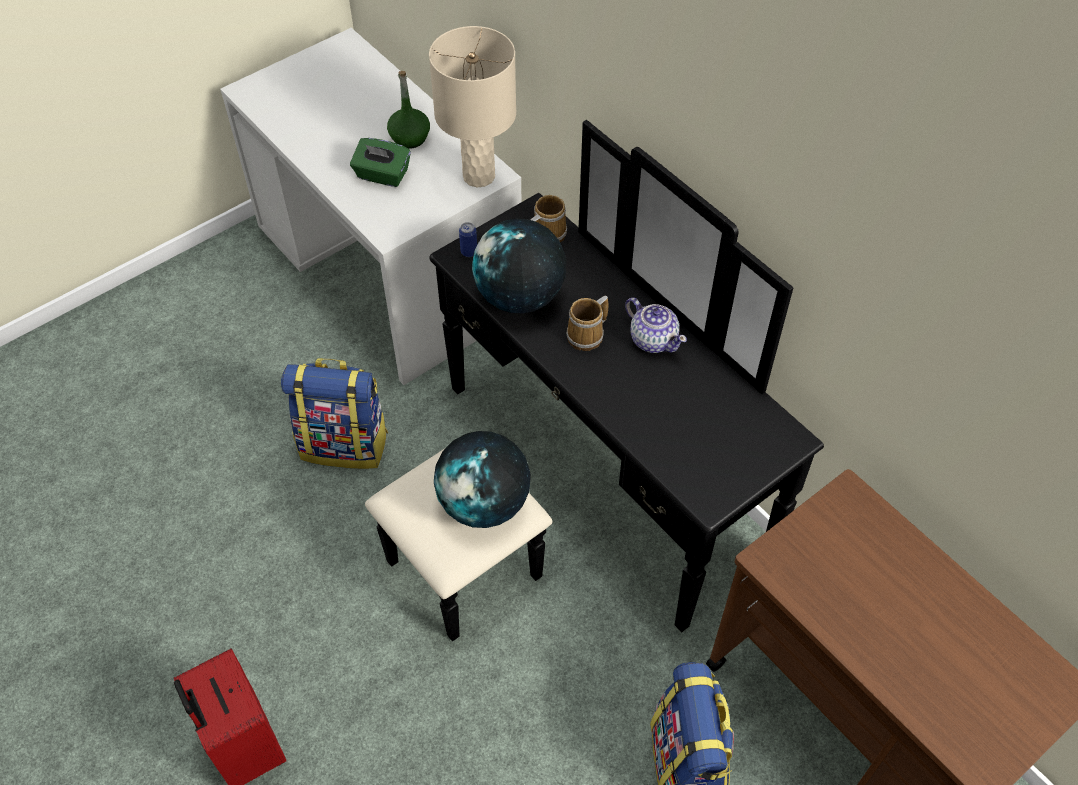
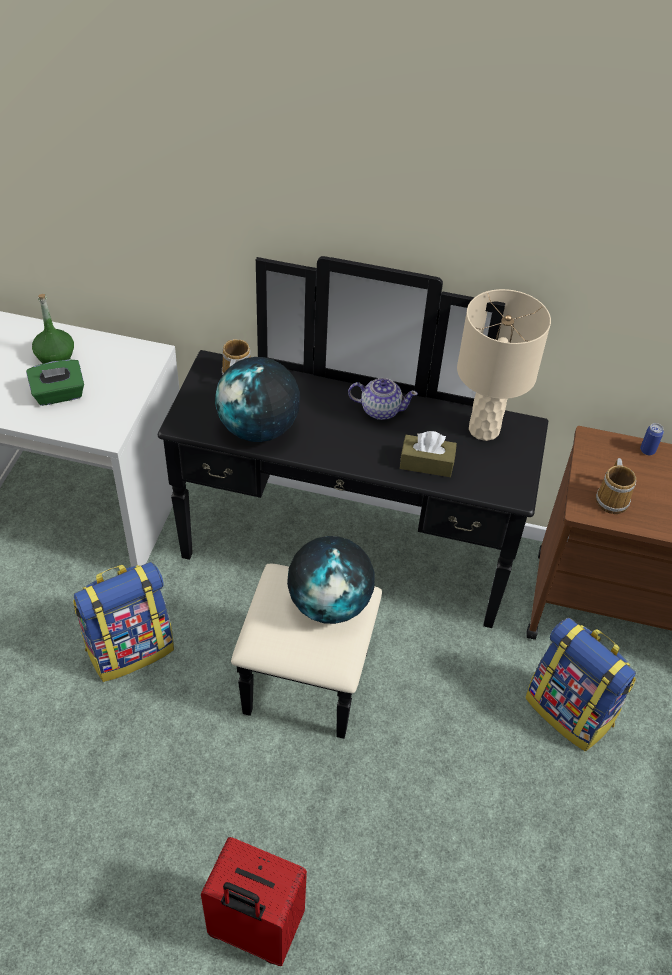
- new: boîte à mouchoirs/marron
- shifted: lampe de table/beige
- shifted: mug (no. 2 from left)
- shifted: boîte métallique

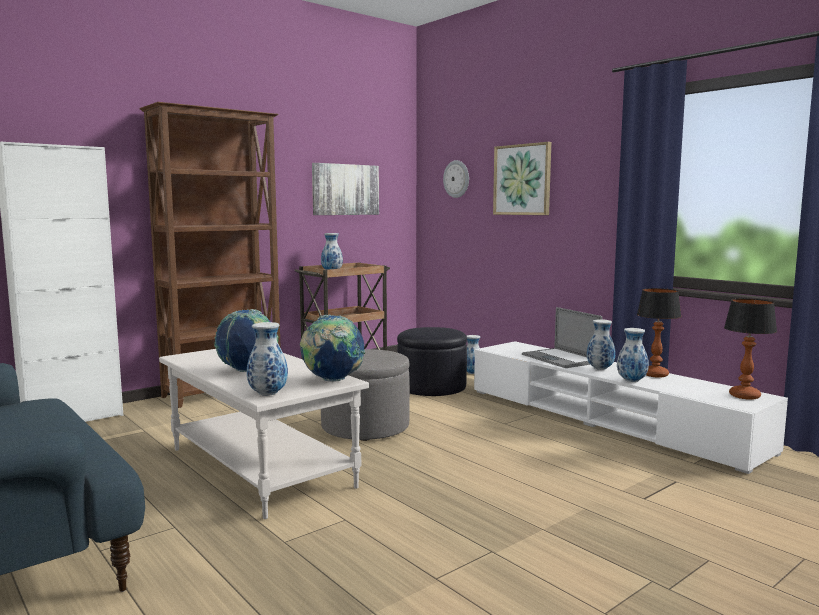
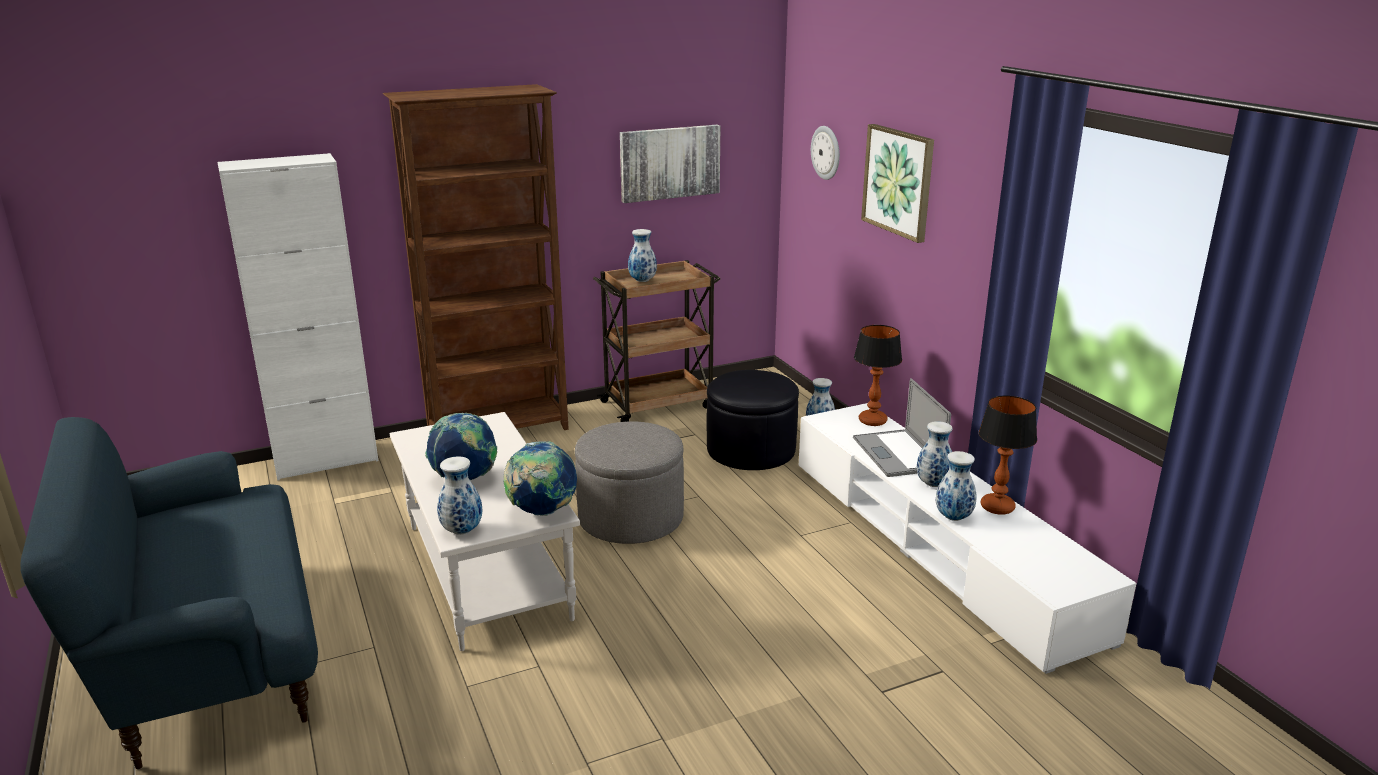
- shifted: lampe de table (no. 2 from left in the first image) to lampe de table (no. 1 from left)

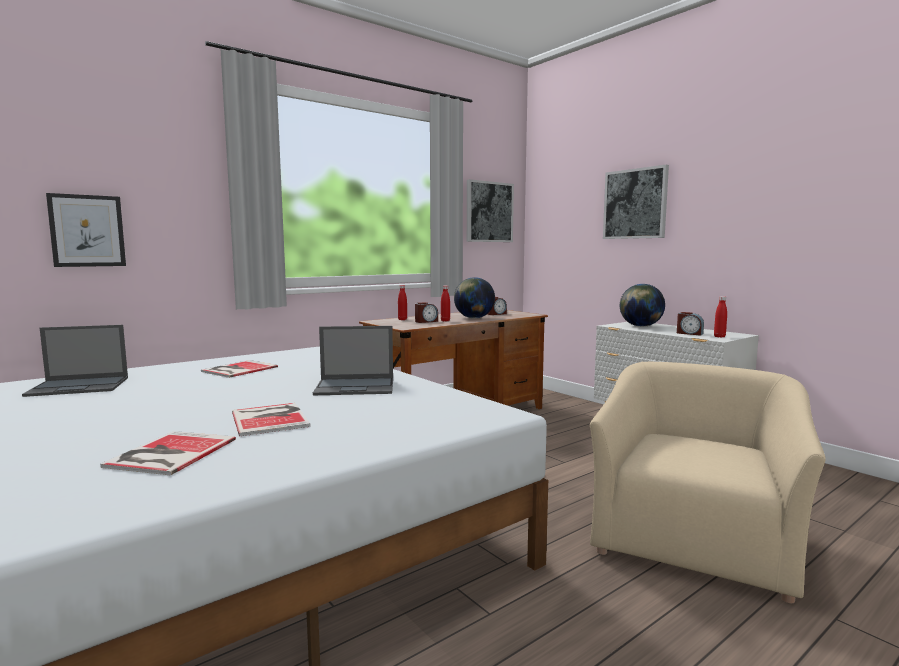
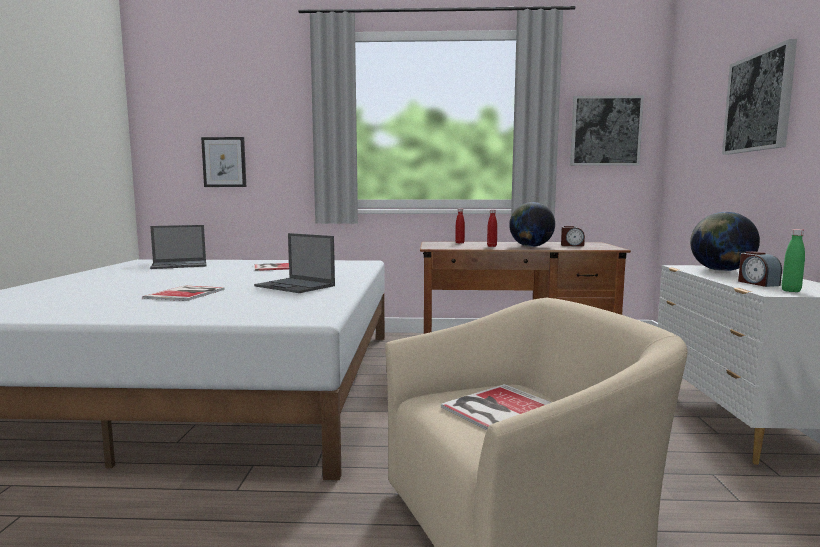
- rotated: ordinateur portable (no. 1 from left) 45 degrees counterclockwise
- shifted: livre (no. 1 from left in the first image) to livre (no. 3 from left)
- repainted: bouteille/rouge (no. 3 from left) to bouteille/vert
- gone: réveil (no. 1 from left)

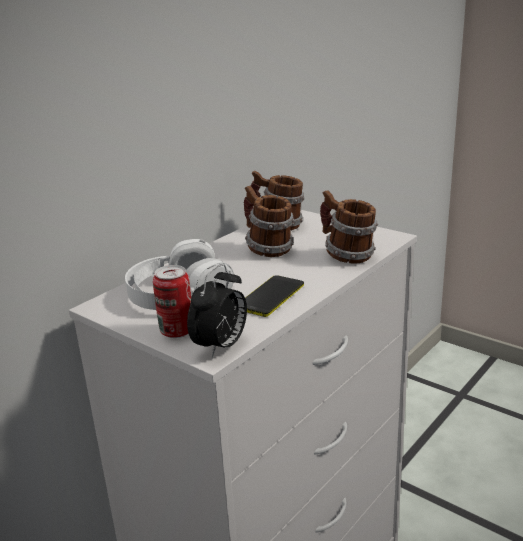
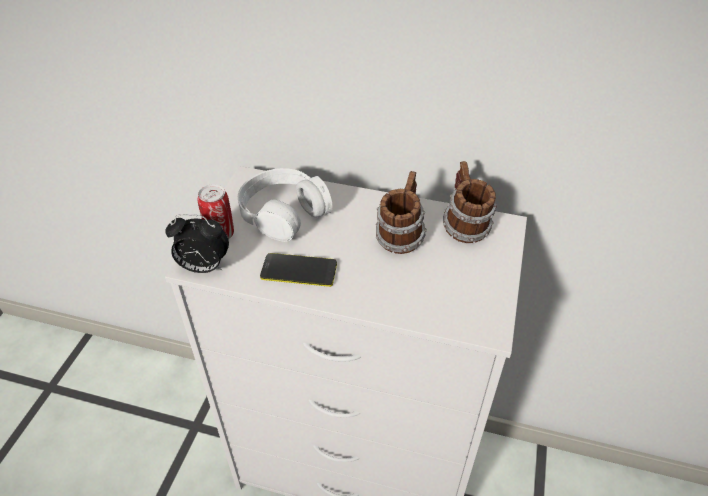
- gone: mug (no. 3 from left)

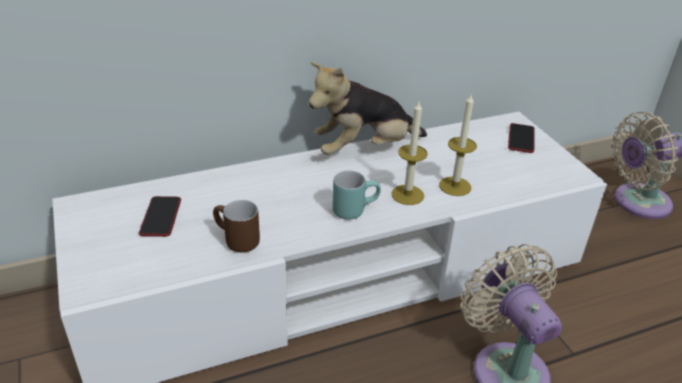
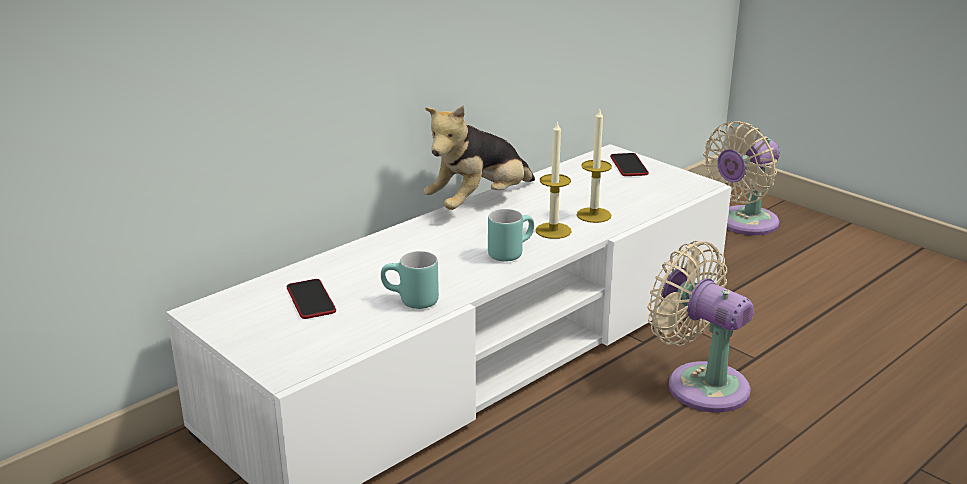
- repainted: mug/marron to mug/turquoise (no. 1 from left)

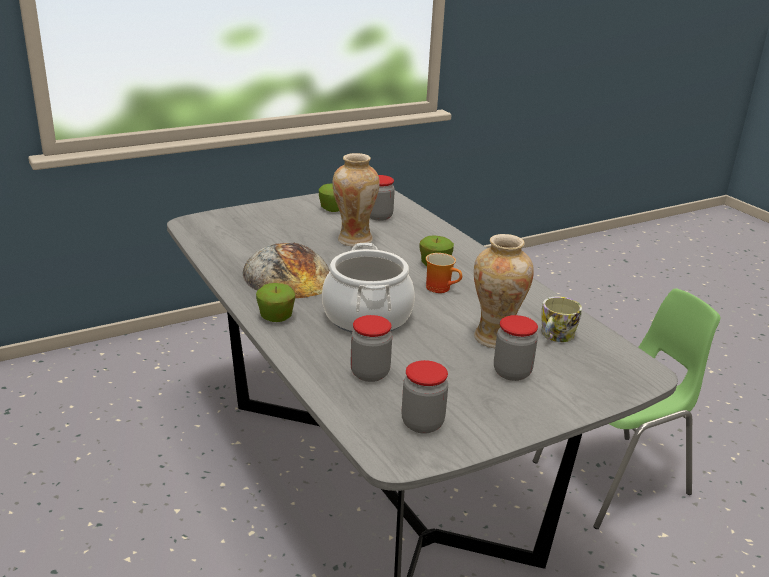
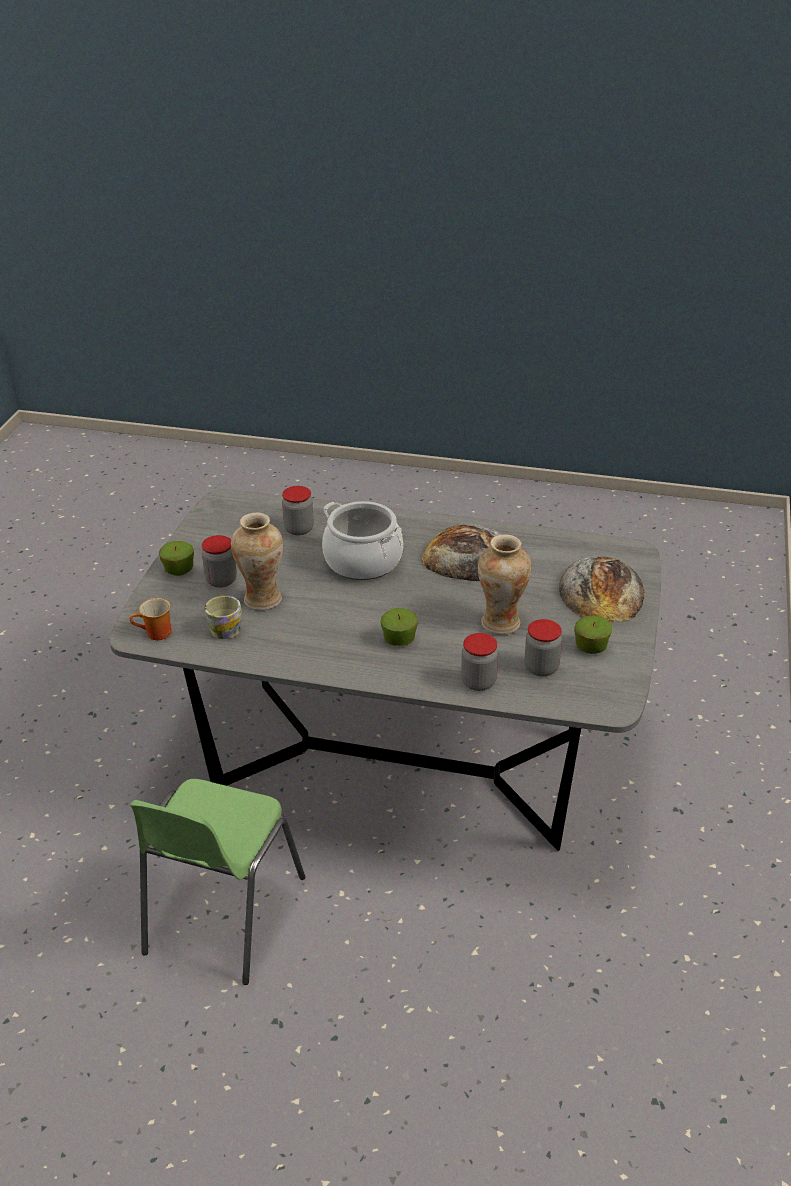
- shifted: mug (no. 1 from left)
- shifted: pomme (no. 1 from left)
- shifted: bocal (no. 3 from left)
- new: pain (no. 2 from left)

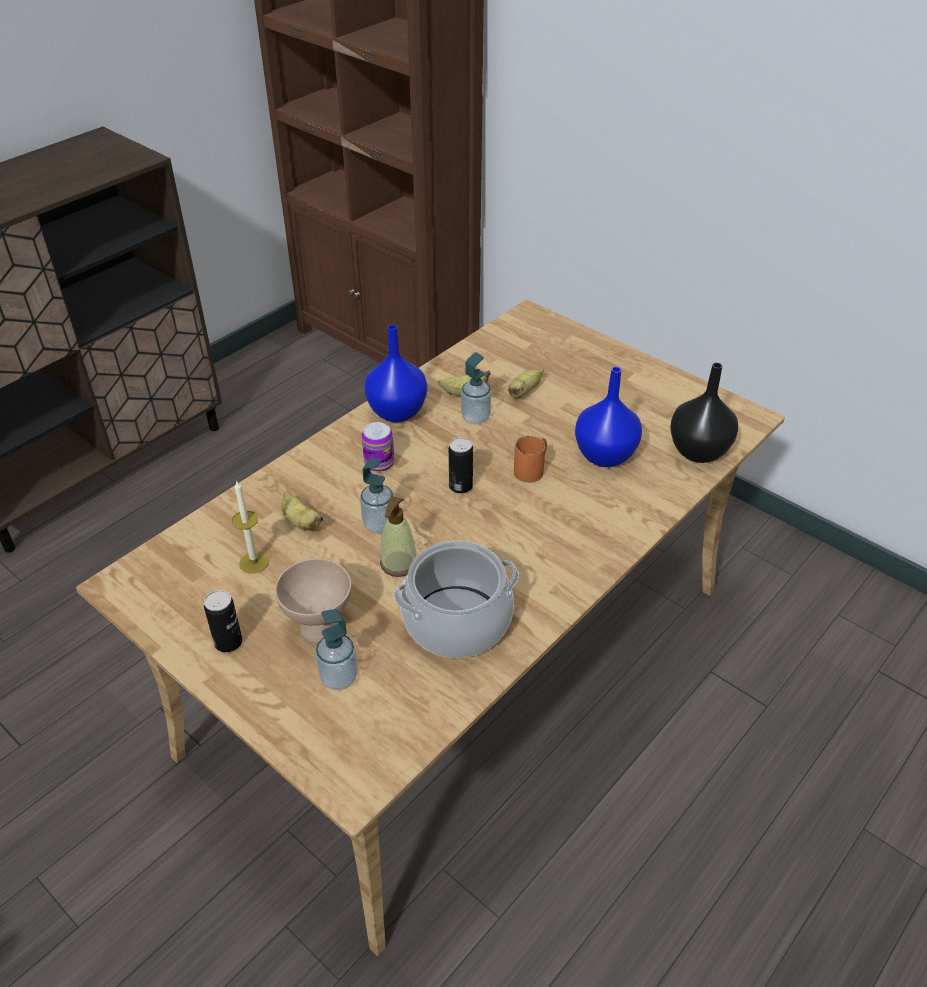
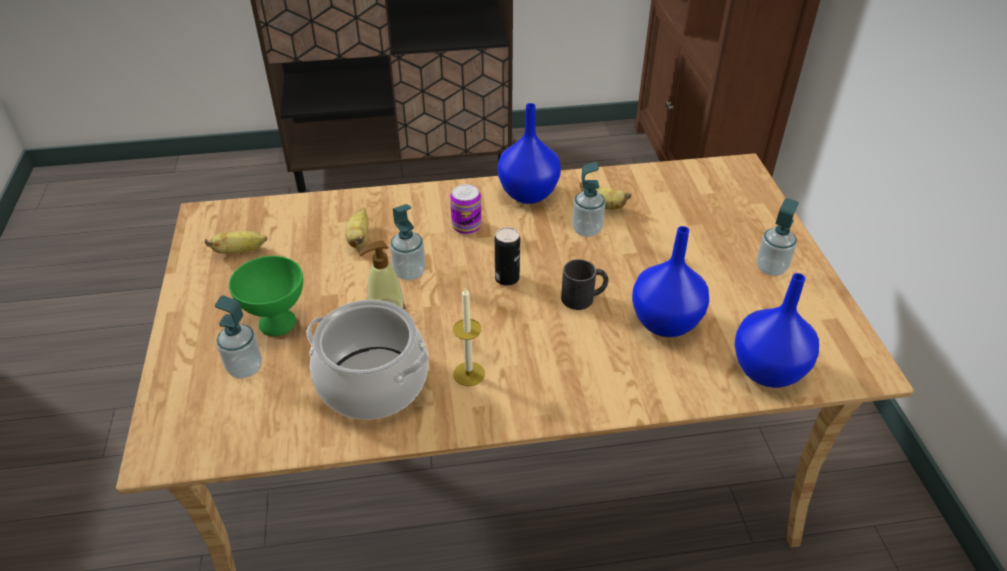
- shifted: banane (no. 3 from left in the first image) to banane (no. 1 from left)
- repainted: bol/beige to bol/vert
- shifted: bougie
- repainted: mug/orange to mug/noir
- repainted: vase/noir to vase/bleu (no. 3 from left)
- new: distributeur de savon (no. 5 from left)
- gone: boîte métallique (no. 1 from left)

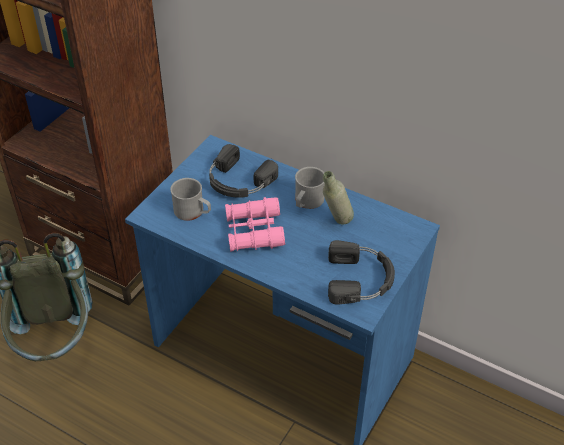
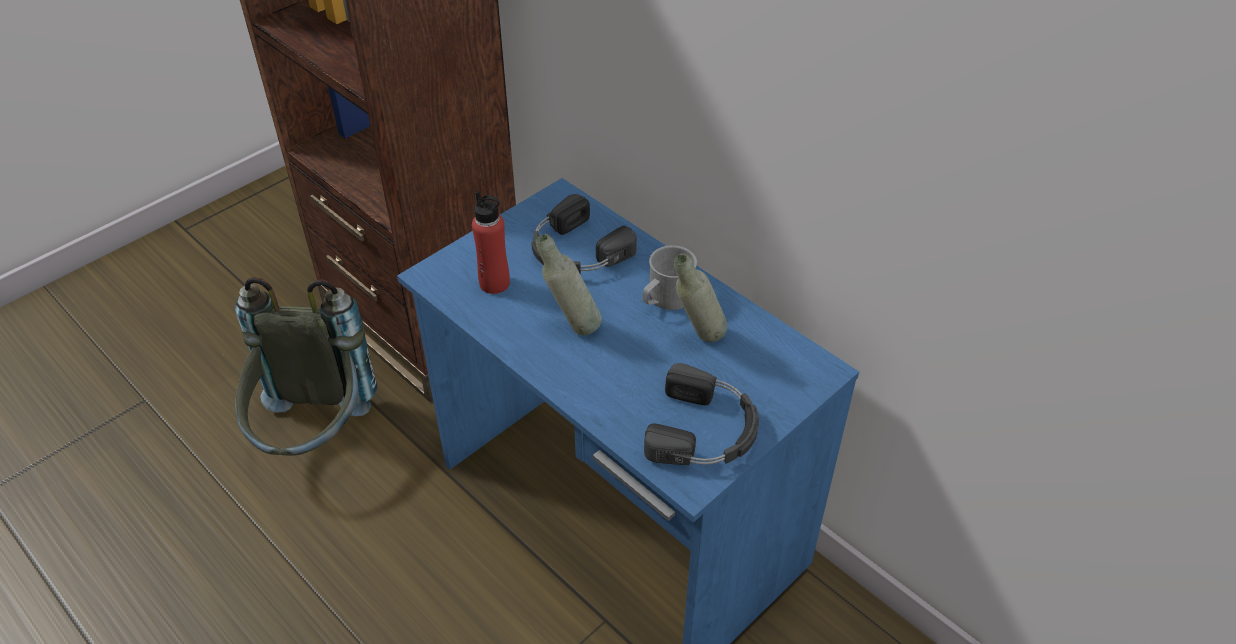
- swapped: mug/gris (no. 1 from left) to bouteille/rouge
- swapped: jumelles/rose to bouteille/gris (no. 1 from left)

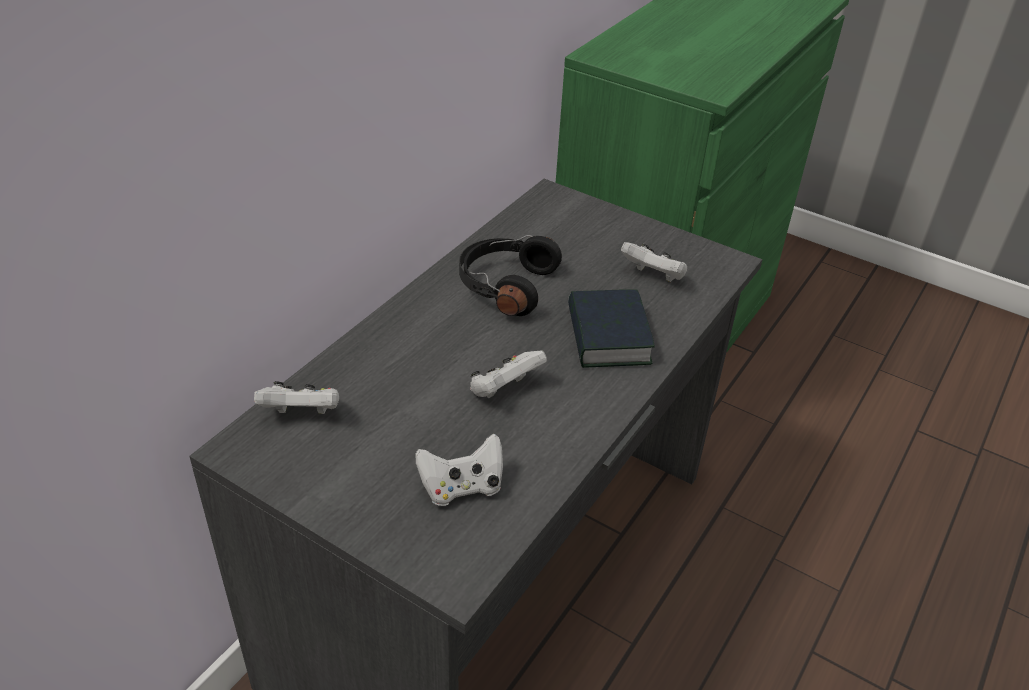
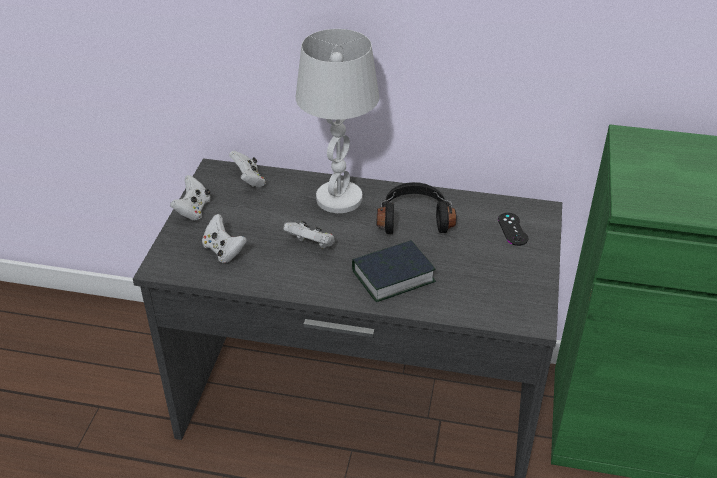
- shifted: manette/blanc (no. 4 from left in the first image) to manette/blanc (no. 1 from left)
- new: lampe de table/blanc
- new: manette/noir

